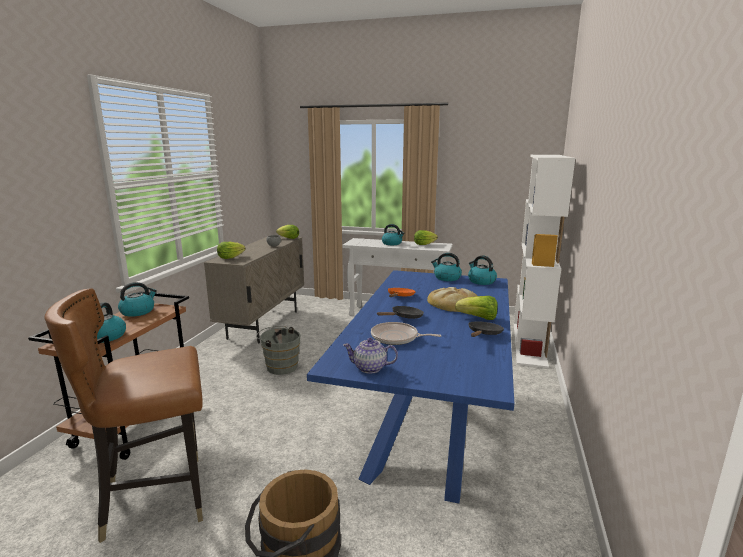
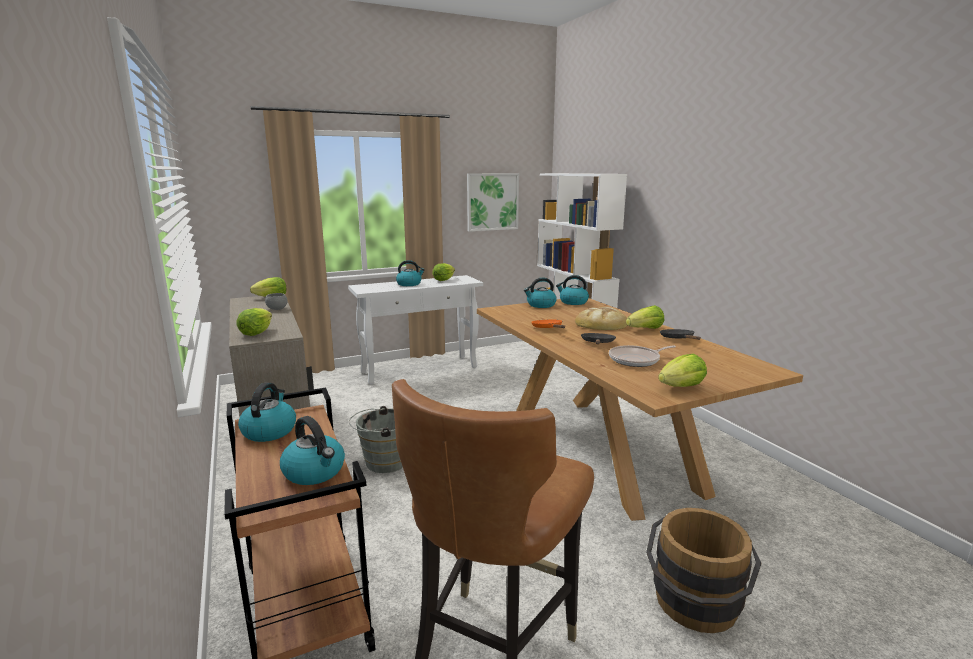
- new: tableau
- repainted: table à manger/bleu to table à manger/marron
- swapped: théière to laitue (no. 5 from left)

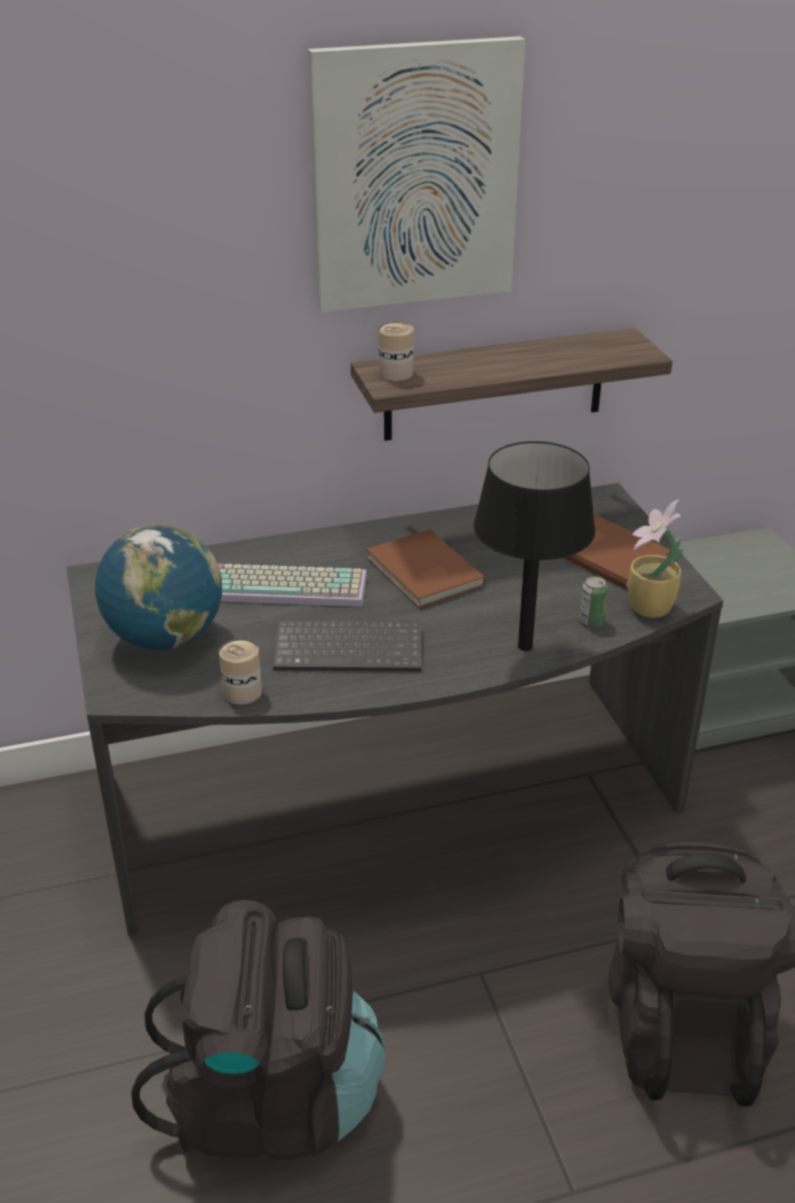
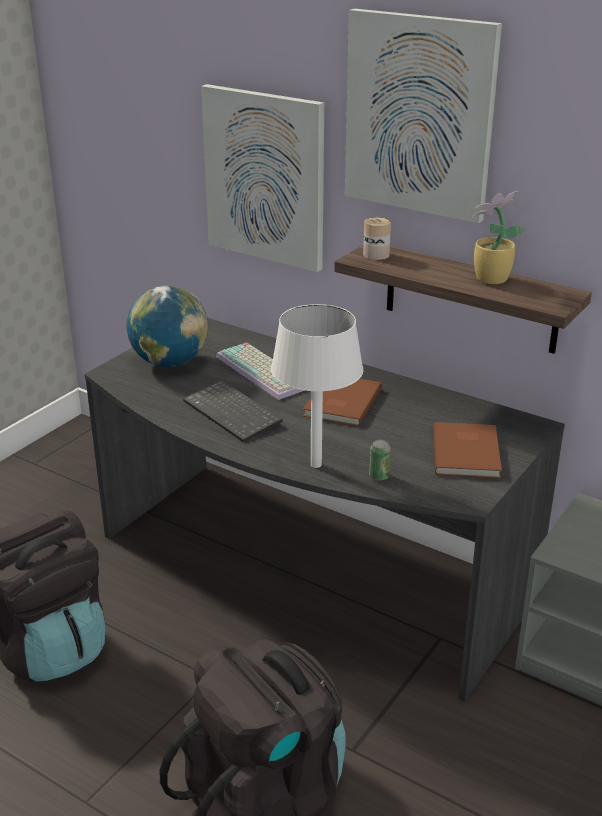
- new: tableau (no. 1 from left)
- repainted: lampe de table/noir to lampe de table/blanc
- shifted: plante en pot
- gone: boîte métallique (no. 1 from left)

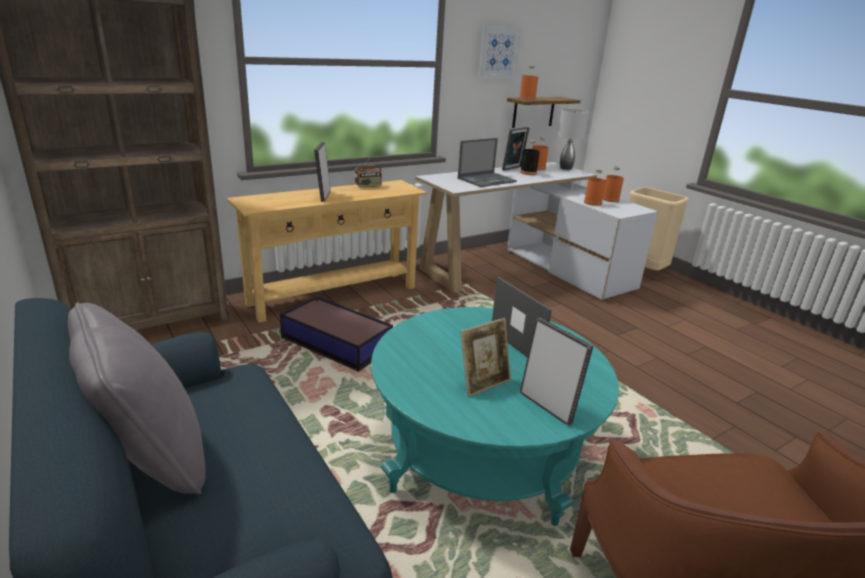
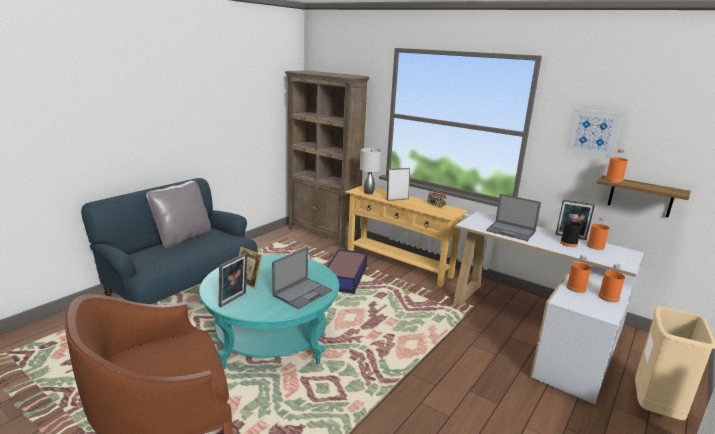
- shifted: lampe de table/gris

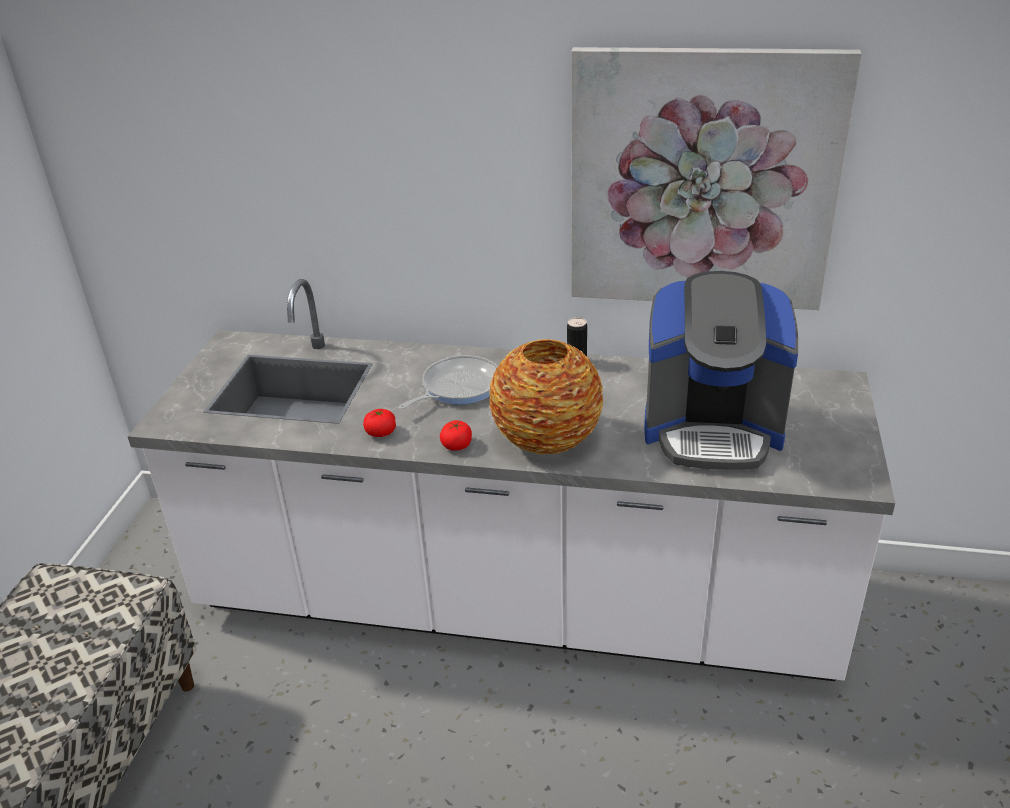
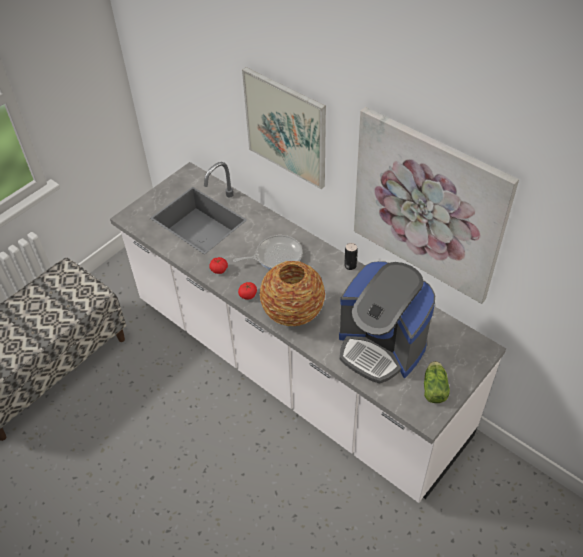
- new: tableau (no. 1 from left)
- new: laitue

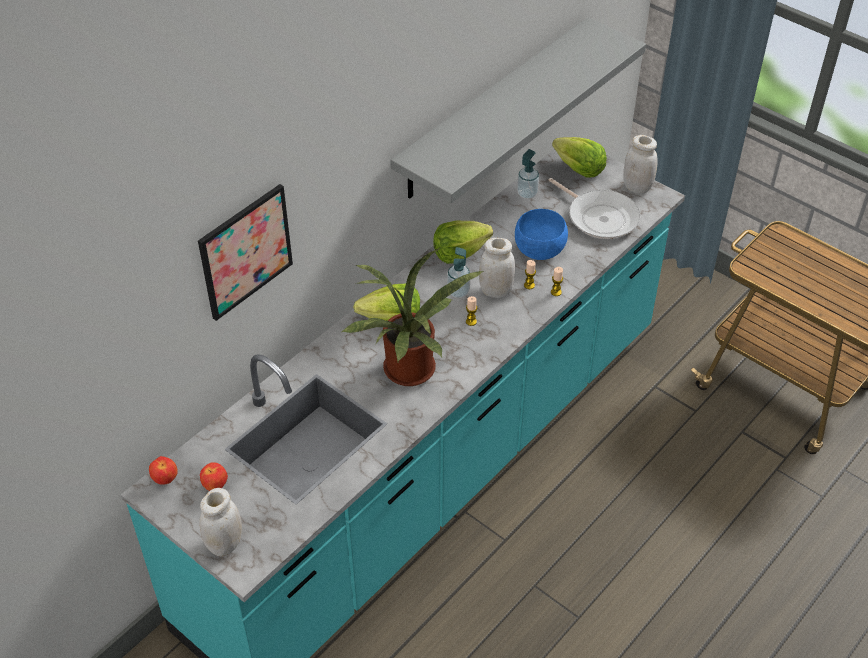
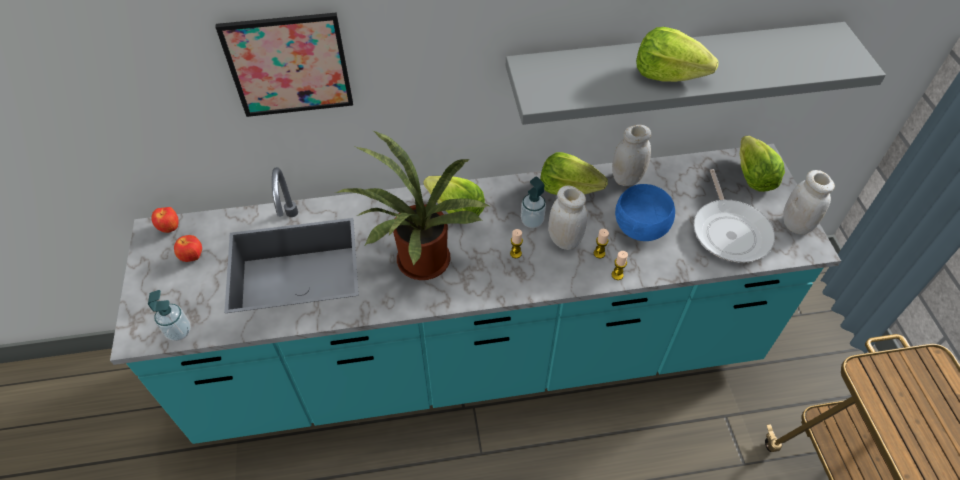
- shifted: distributeur de savon (no. 2 from left in the first image) to distributeur de savon (no. 1 from left)
- shifted: bocal/blanc (no. 1 from left in the first image) to bocal/blanc (no. 2 from left)
- new: laitue (no. 3 from left)

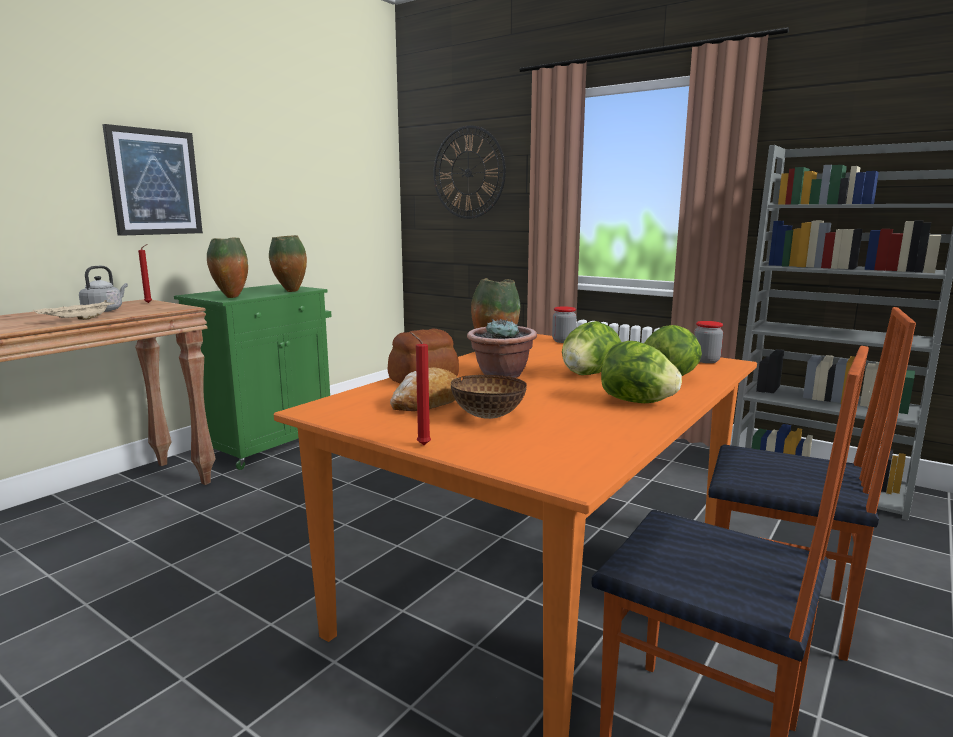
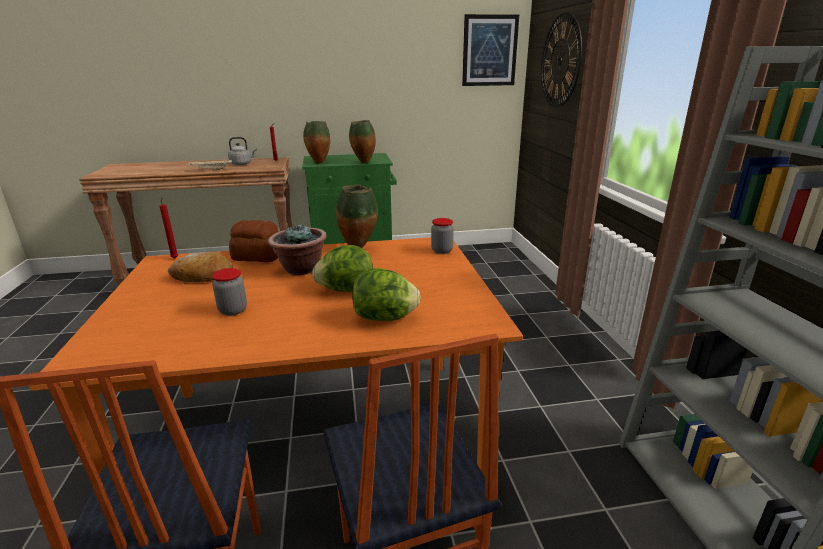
- shifted: bougie/rouge (no. 2 from left in the first image) to bougie/rouge (no. 1 from left)
- shifted: bocal (no. 2 from left in the first image) to bocal (no. 1 from left)
- shifted: tableau
- gone: bol
- gone: laitue (no. 2 from left)

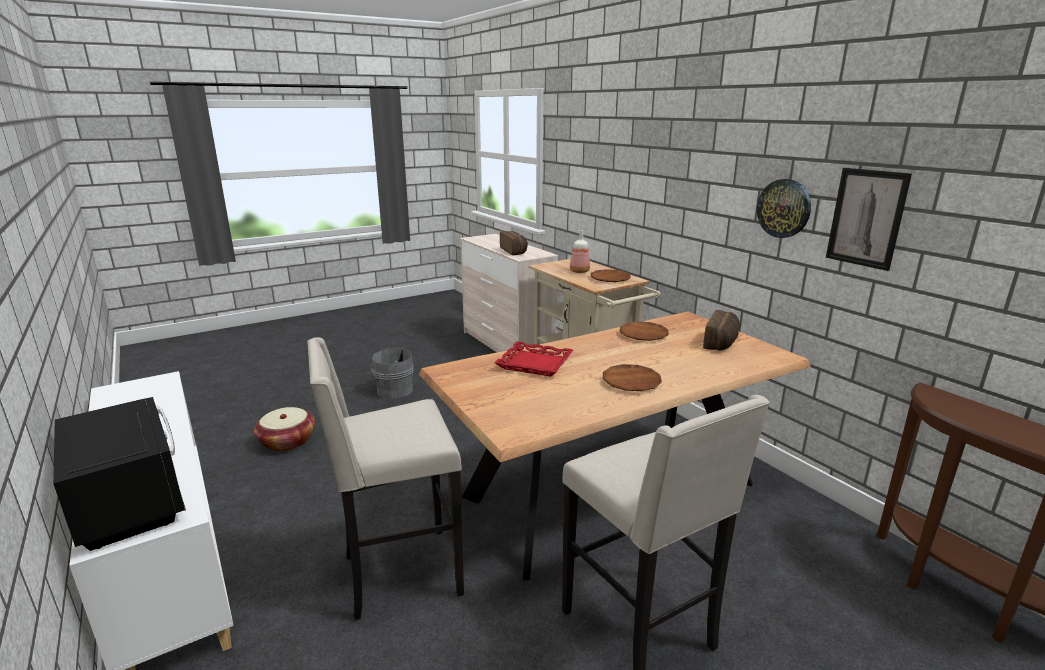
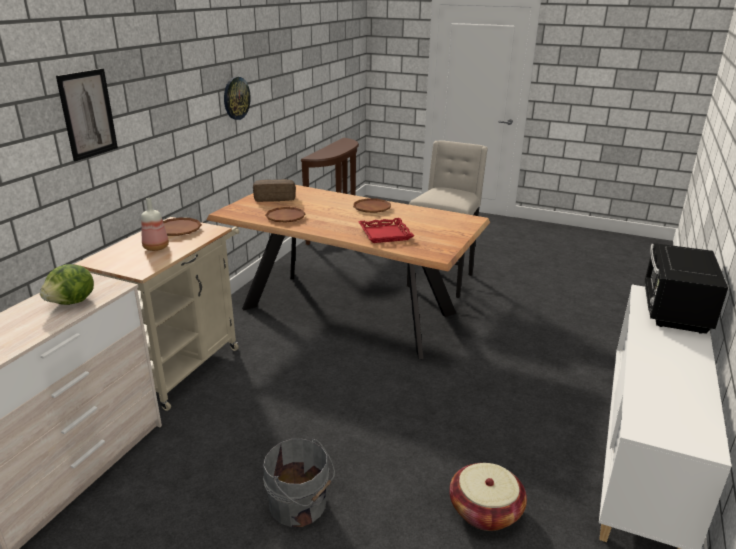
- swapped: pain (no. 1 from left) to laitue
- shifted: tableau
- gone: tabouret/beige (no. 1 from left)

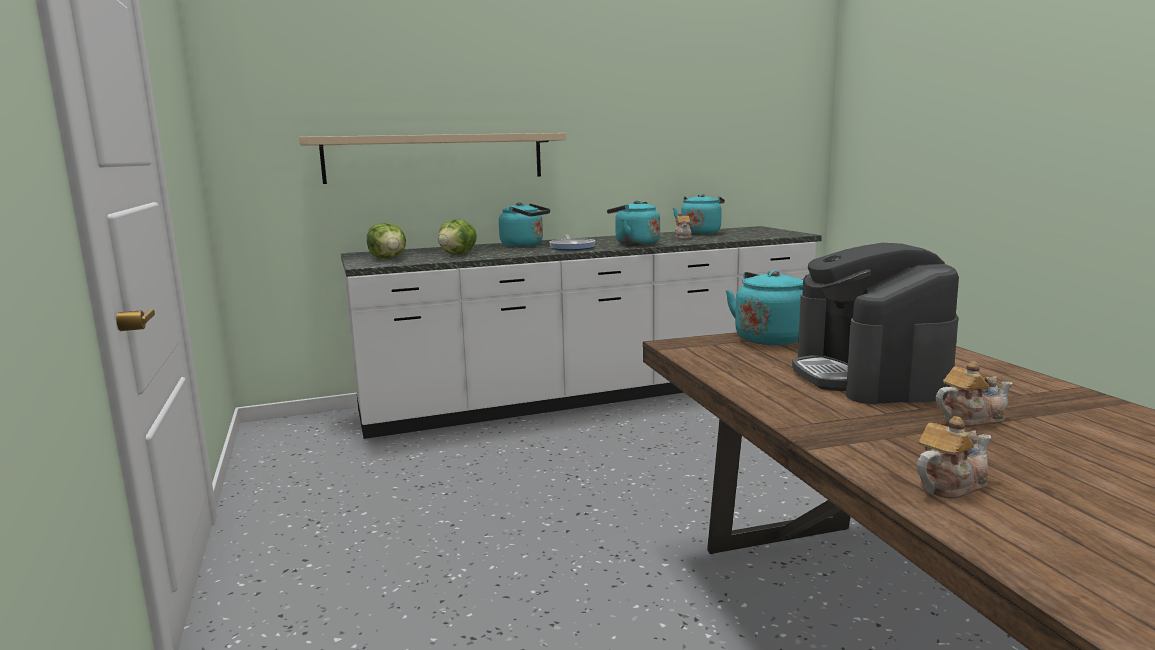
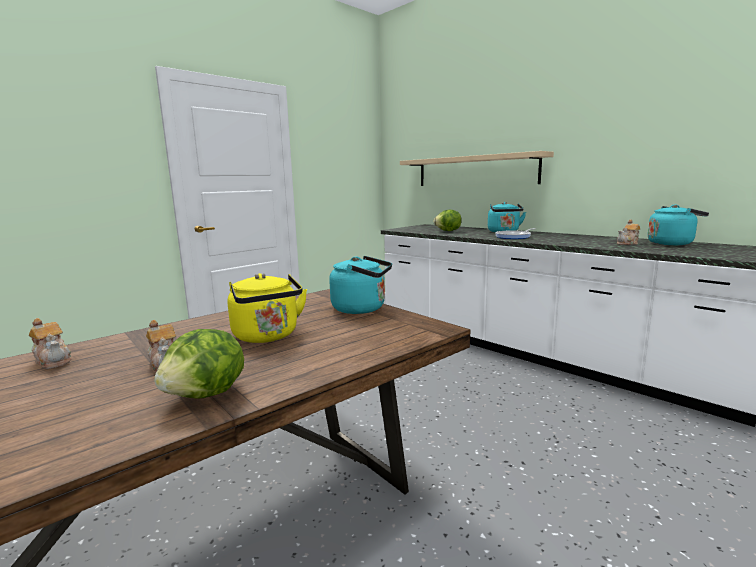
- shifted: laitue (no. 1 from left)
- swapped: machine à café to bouilloire/jaune
- gone: bouilloire/turquoise (no. 2 from left)

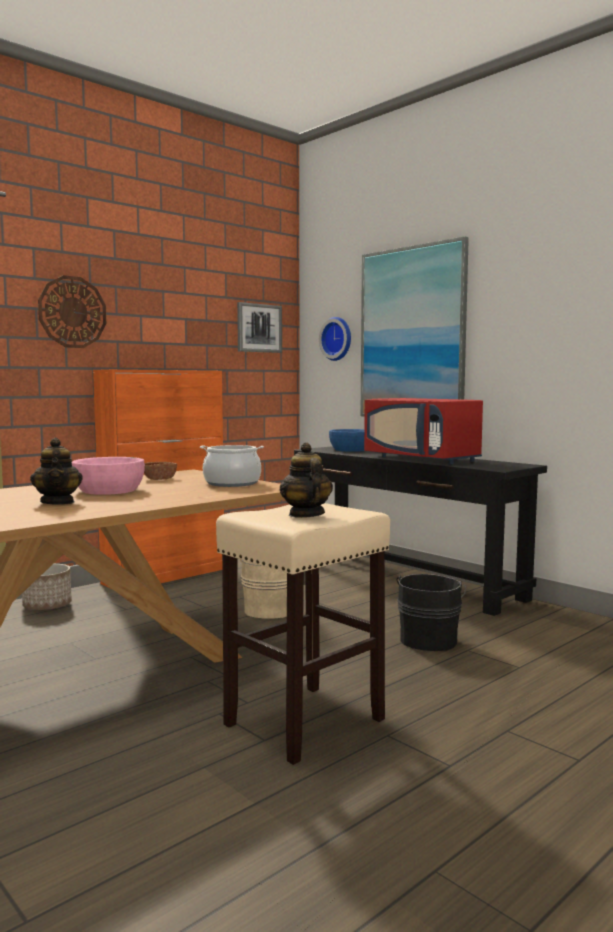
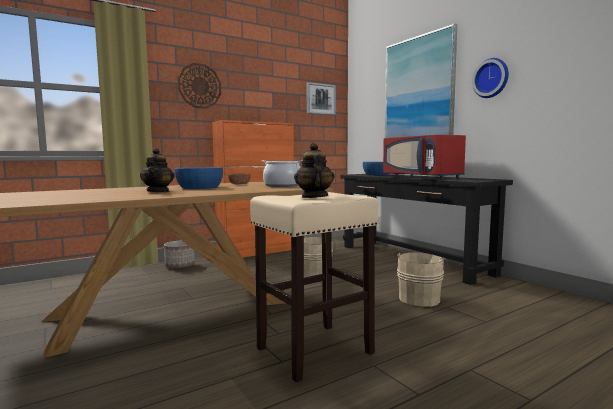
- repainted: bol/rose to bol/bleu (no. 1 from left)
- repainted: seau/noir to seau/beige (no. 2 from left)
- shifted: horloge murale (no. 2 from left)

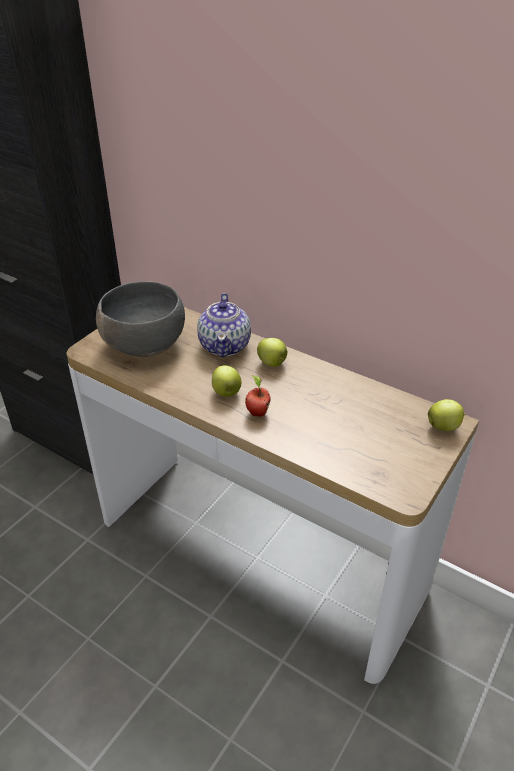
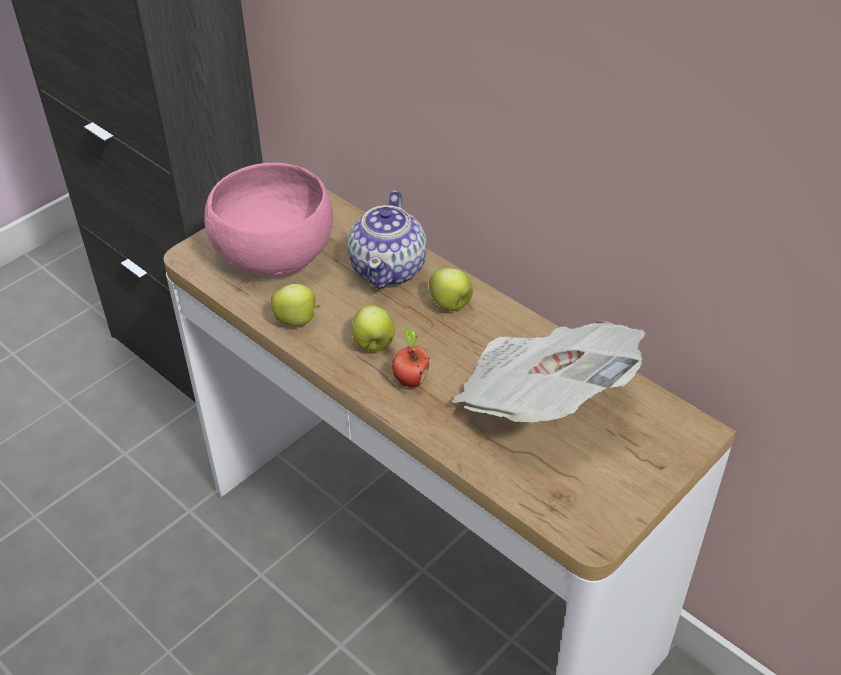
- repainted: bol/gris to bol/rose
- shifted: pomme (no. 4 from left in the first image) to pomme (no. 1 from left)
- new: journal

